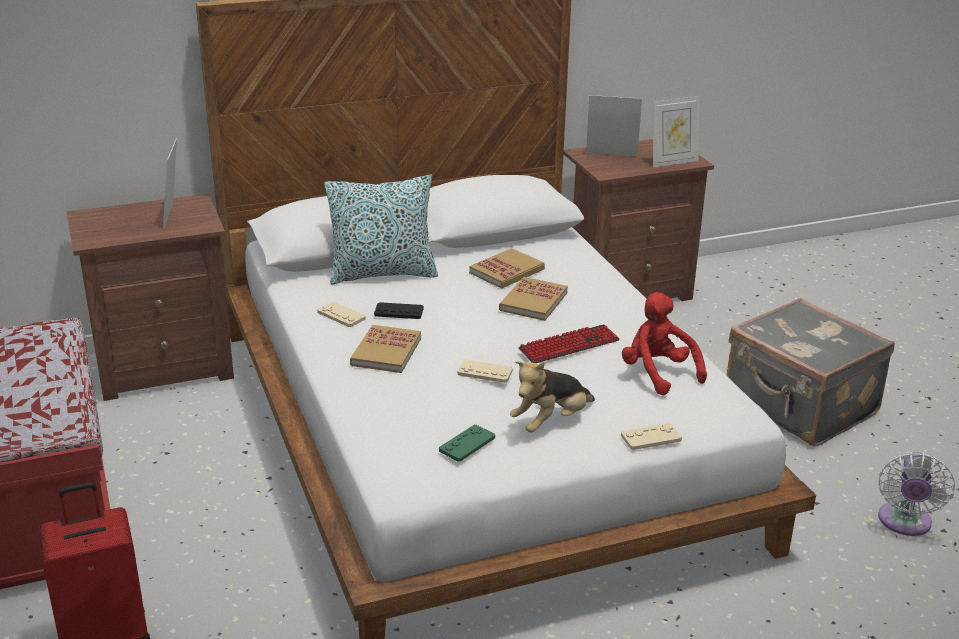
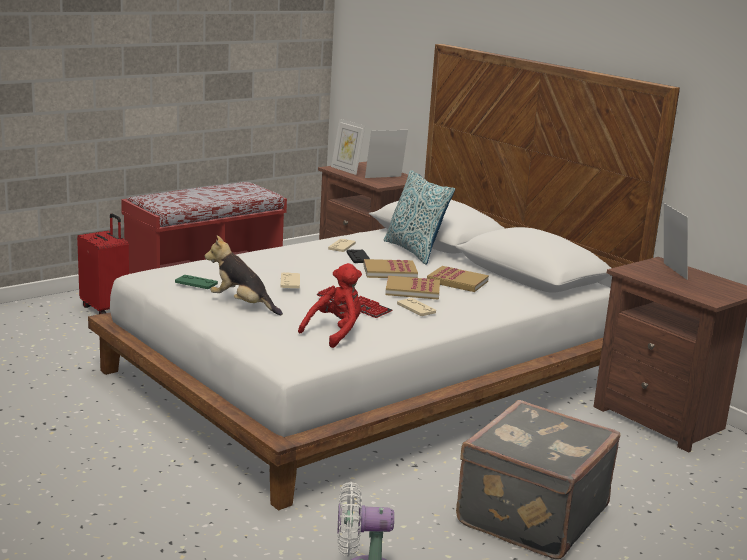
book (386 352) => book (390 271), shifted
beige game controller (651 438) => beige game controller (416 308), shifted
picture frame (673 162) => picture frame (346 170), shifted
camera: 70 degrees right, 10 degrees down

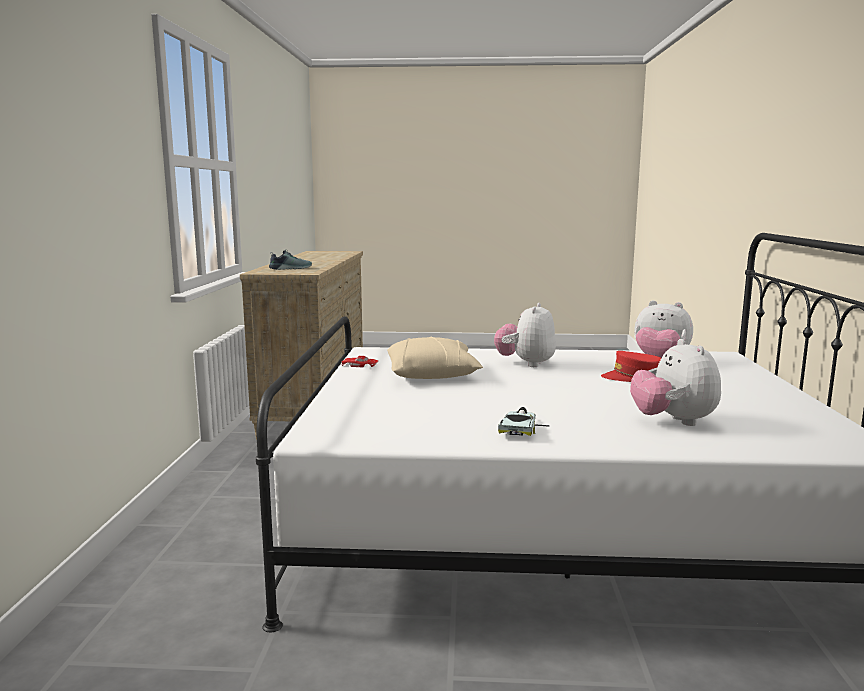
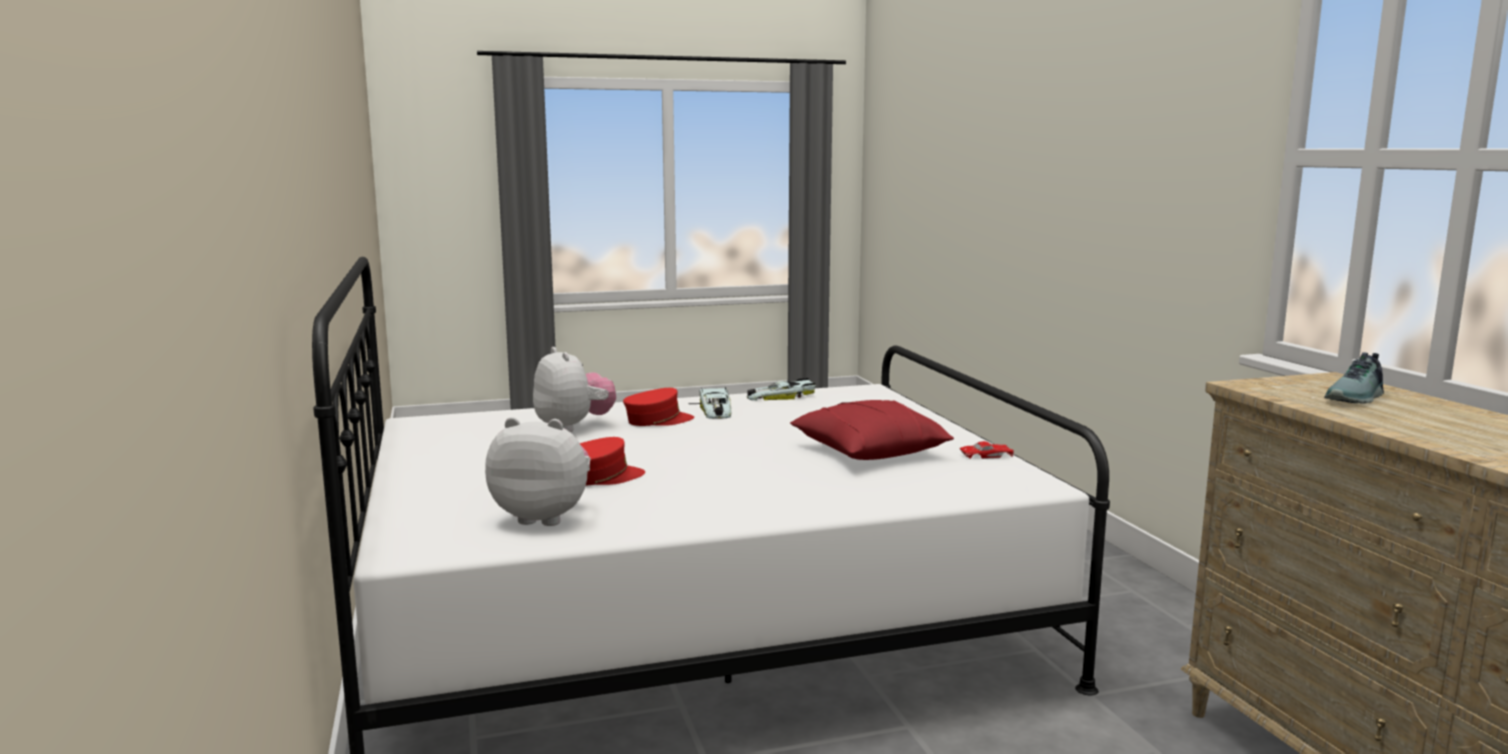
plush toy (526 364) => nothing
nothing => red cap (658 420)
nothing => toy car (780 396)
beige pillow (432 374) => red pillow (868 452)
camera: 160 degrees right, 0 degrees up

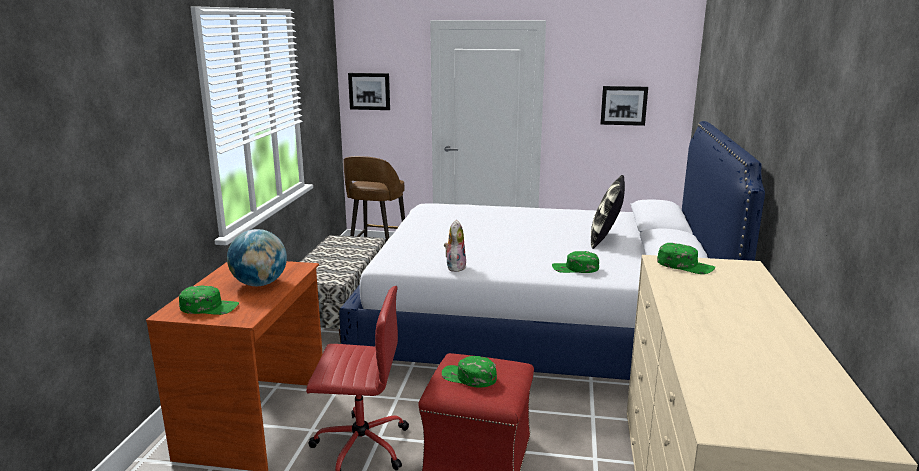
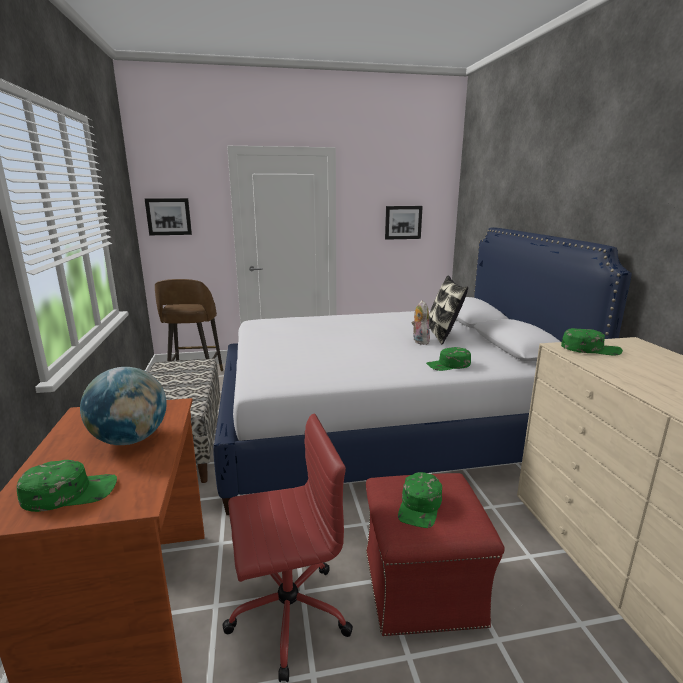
plush toy (455 267) => plush toy (419 341), shifted
green cap (468 377) => green cap (420 506), 75 degrees counterclockwise
camera: 20 degrees left, 0 degrees up

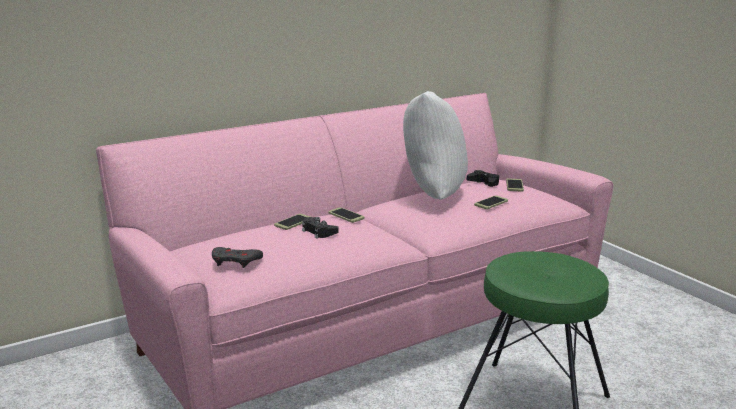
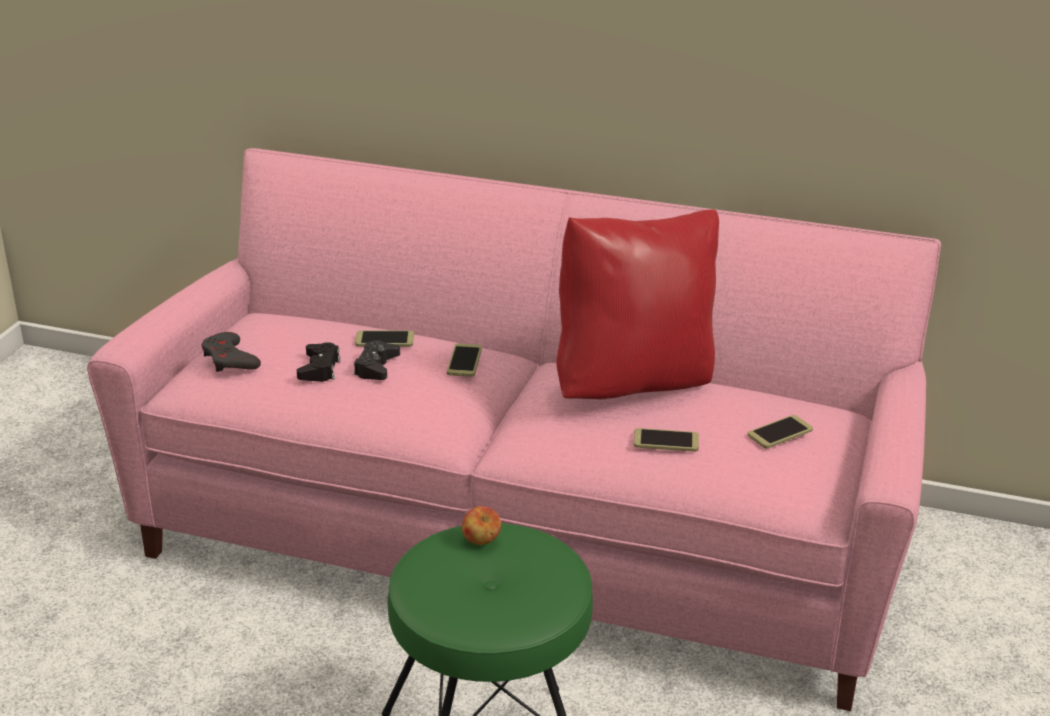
nothing => apple (481 541)
black game controller (484 183) => black game controller (319 369), shifted
white pillow (431 194) => red pillow (634 385)
camera: 50 degrees right, 10 degrees up

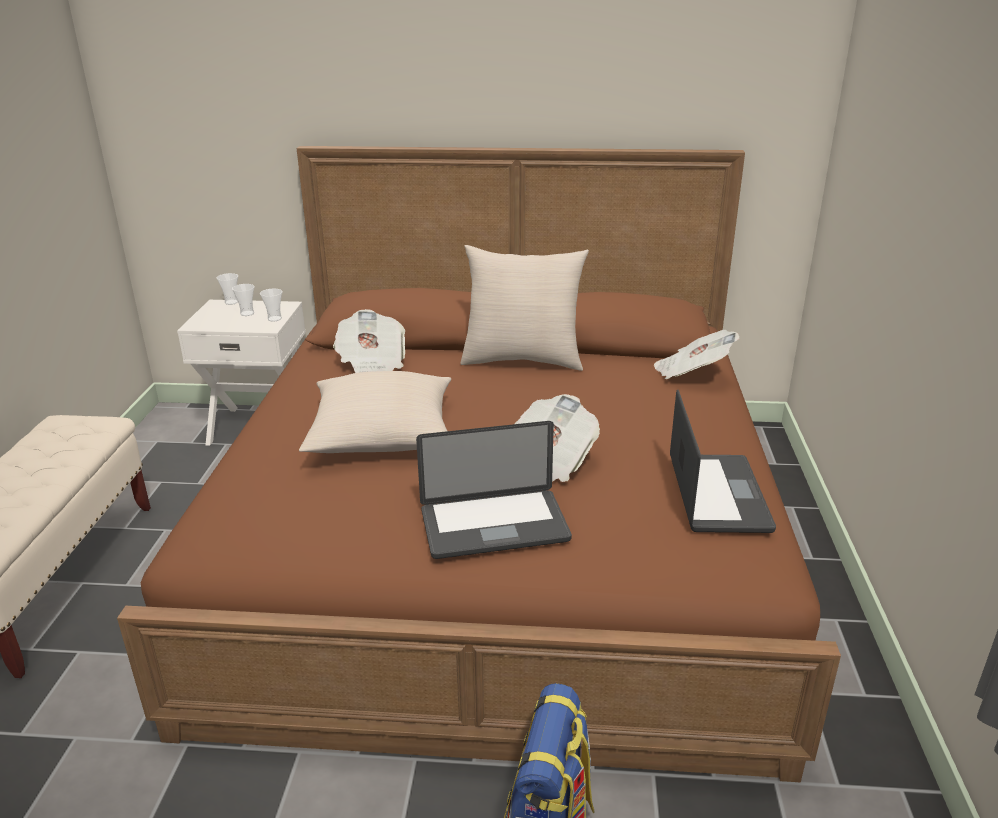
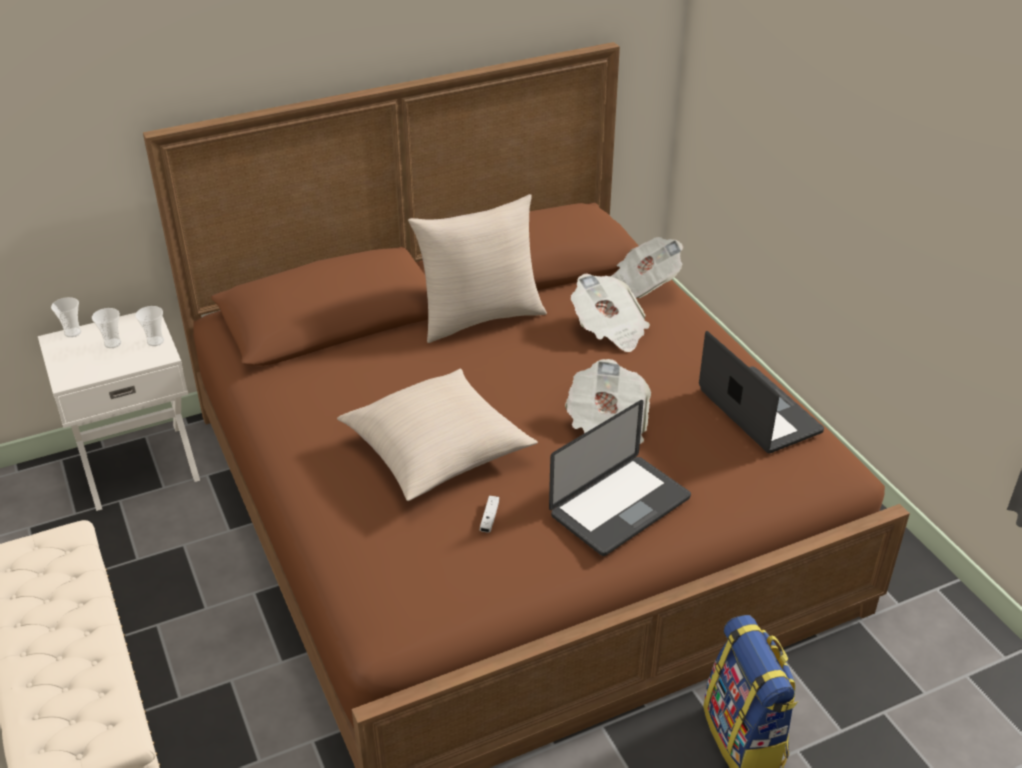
nothing => white game controller (489 518)
newspaper (371 363) => newspaper (609 330), shifted
camera: 30 degrees left, 10 degrees up

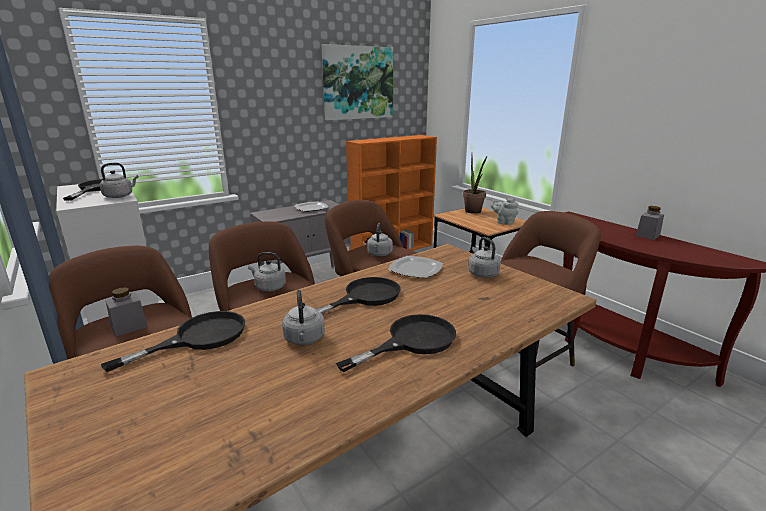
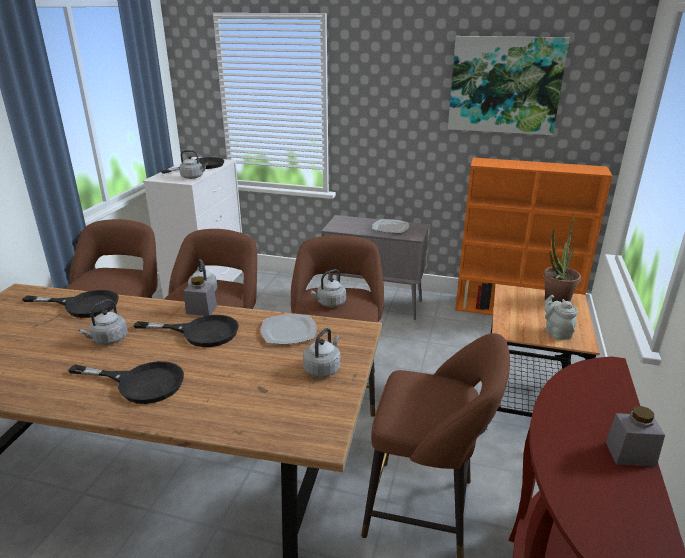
grey jar (129 327) => grey jar (201 310), shifted
camera: 50 degrees right, 5 degrees up

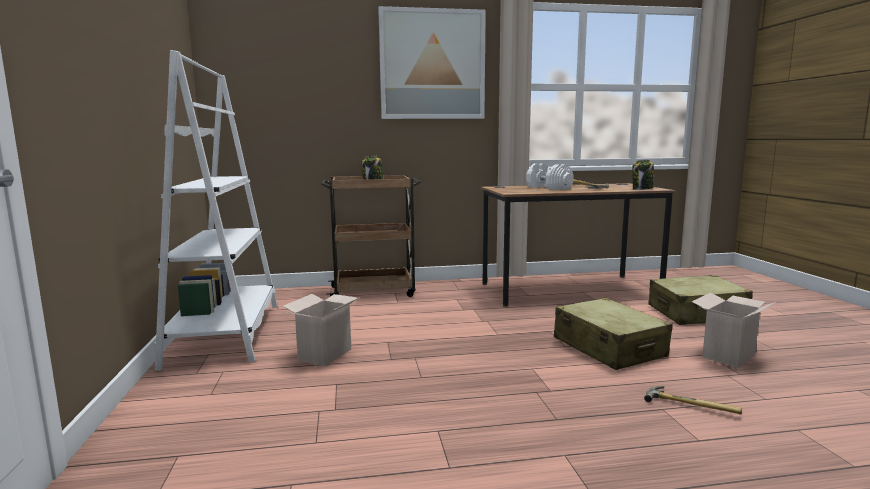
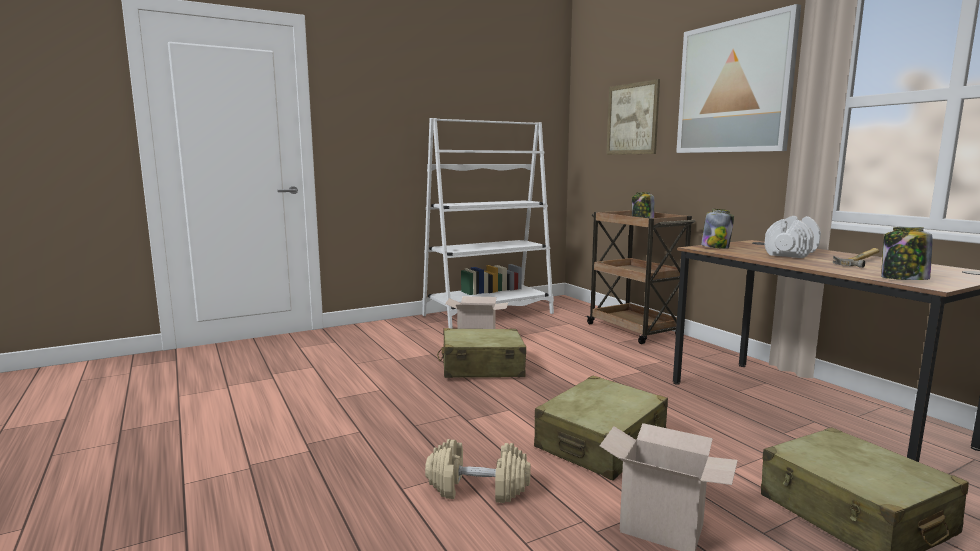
nothing => beige suitcase (481 368)
nothing => picture (632 119)
nothing => jar (715 247)
hammer (691 404) => beige dumbbell (477 489)
camera: 70 degrees right, 0 degrees up

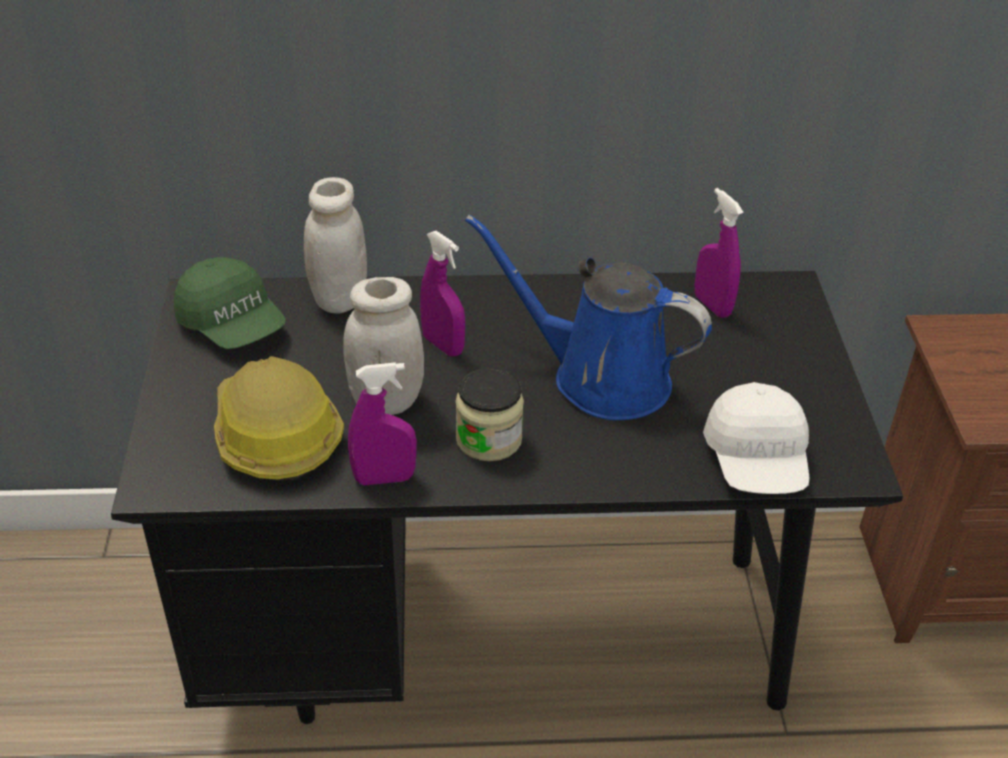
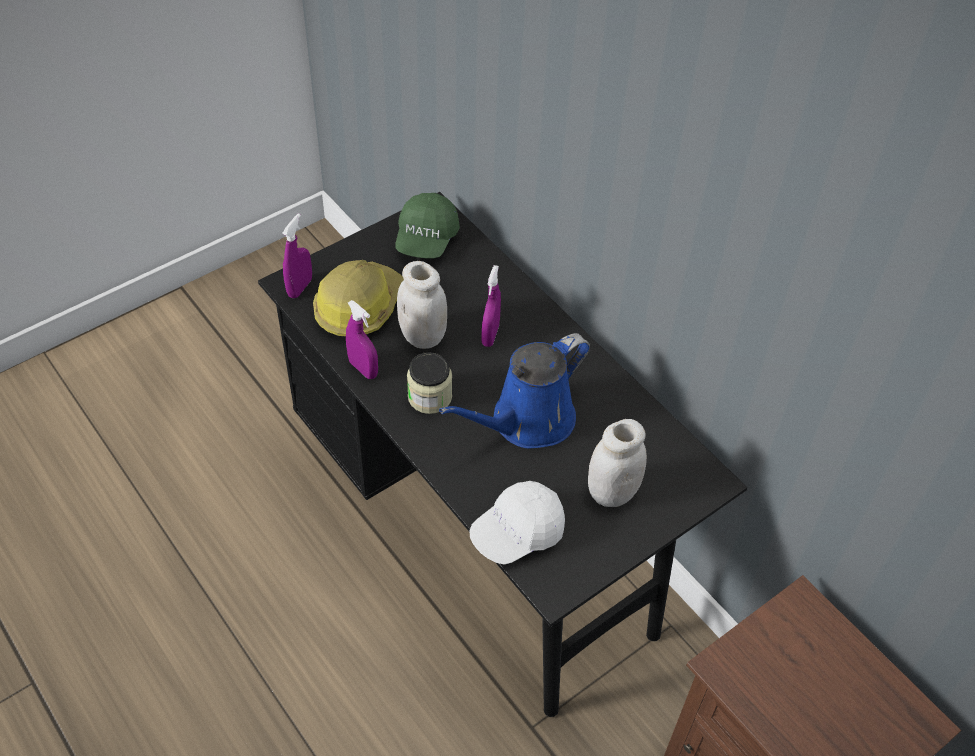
white jar (339 299) => white jar (611 492), shifted
purple spray bottle (712 305) => purple spray bottle (300 287), shifted
blue watering can (599 377) => blue watering can (526 421), 120 degrees counterclockwise
camera: 55 degrees right, 10 degrees up

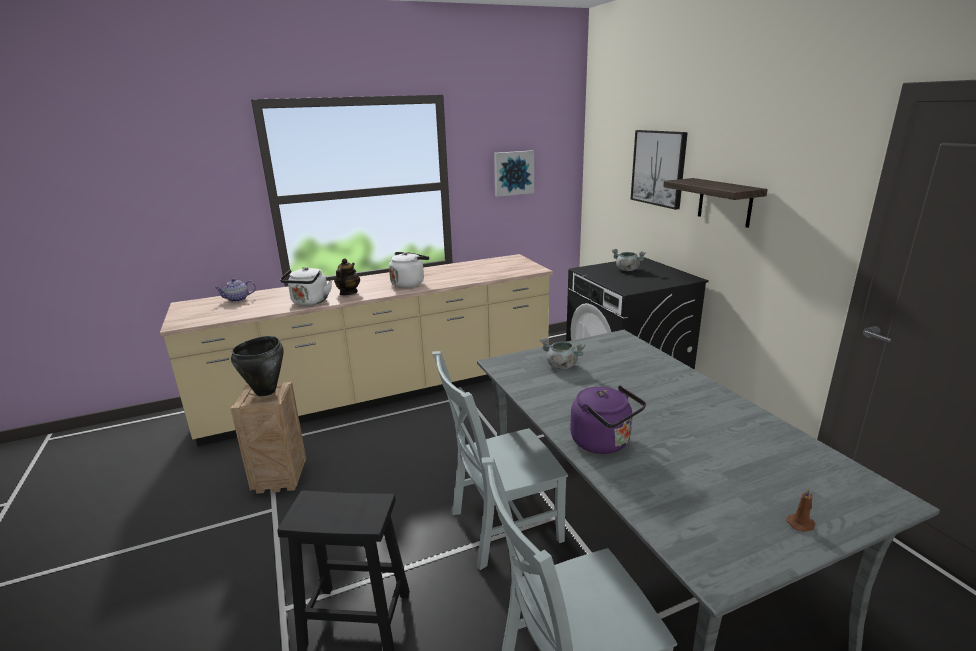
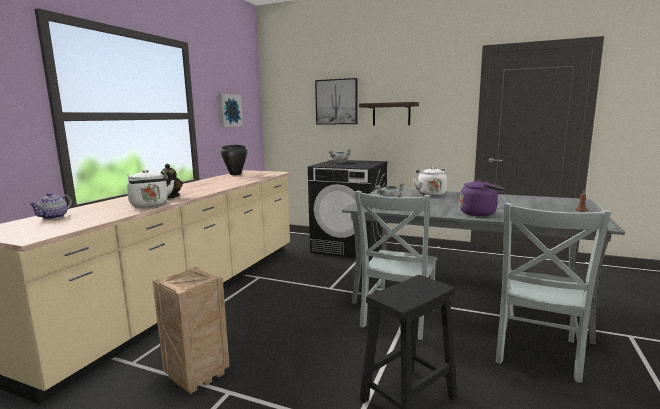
black cooking pot (266 391) => black cooking pot (235 174), shifted
white kettle (409 283) => white kettle (430 194), shifted
camera: 45 degrees left, 10 degrees down

